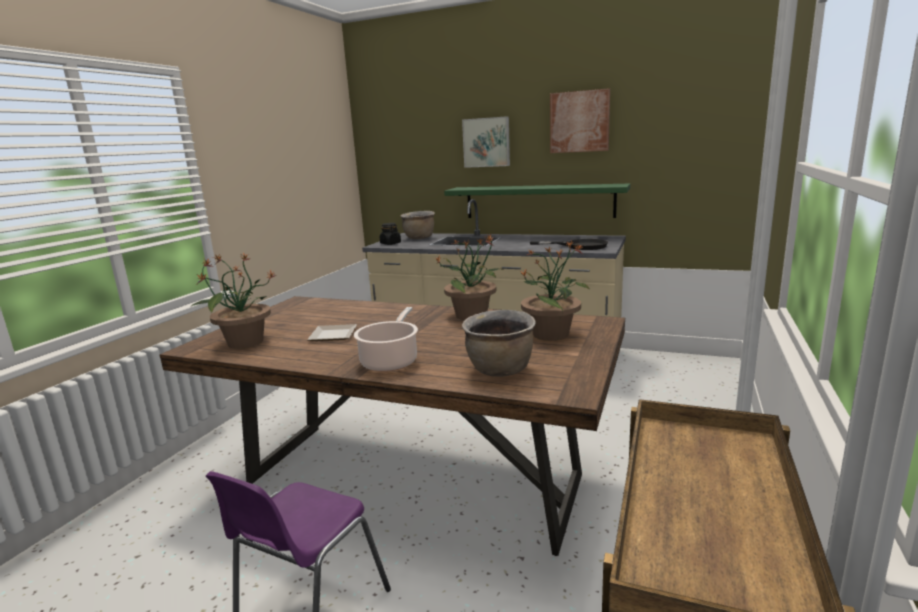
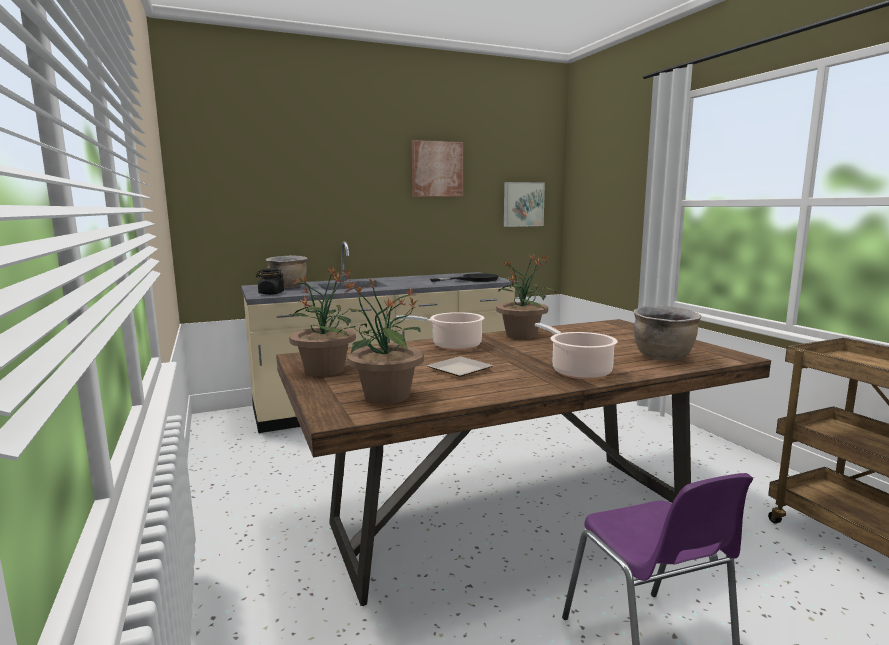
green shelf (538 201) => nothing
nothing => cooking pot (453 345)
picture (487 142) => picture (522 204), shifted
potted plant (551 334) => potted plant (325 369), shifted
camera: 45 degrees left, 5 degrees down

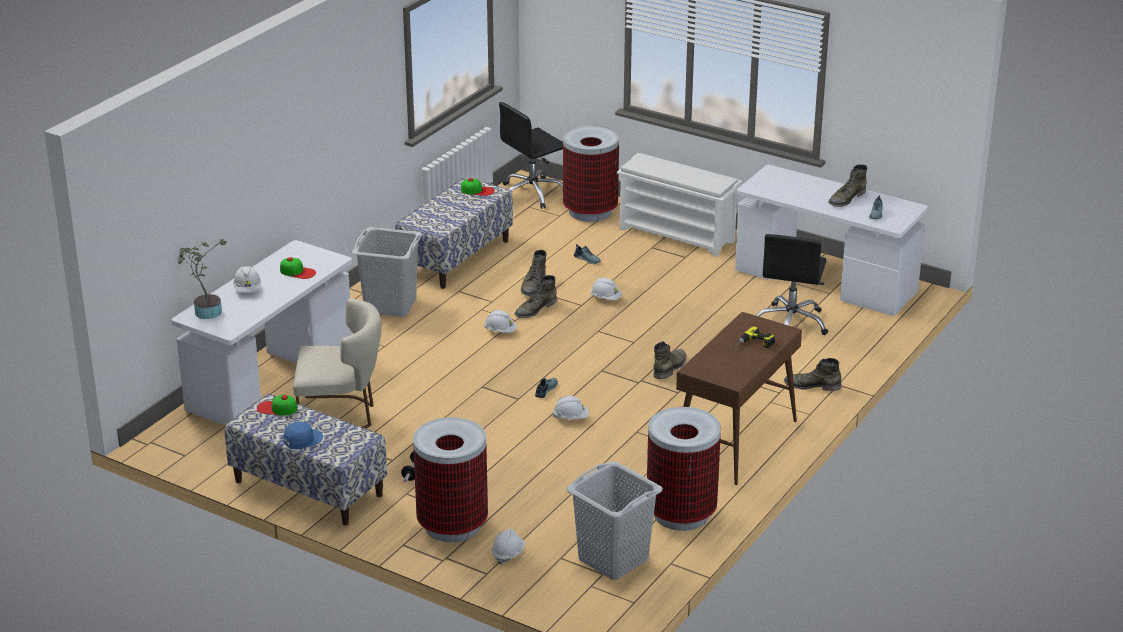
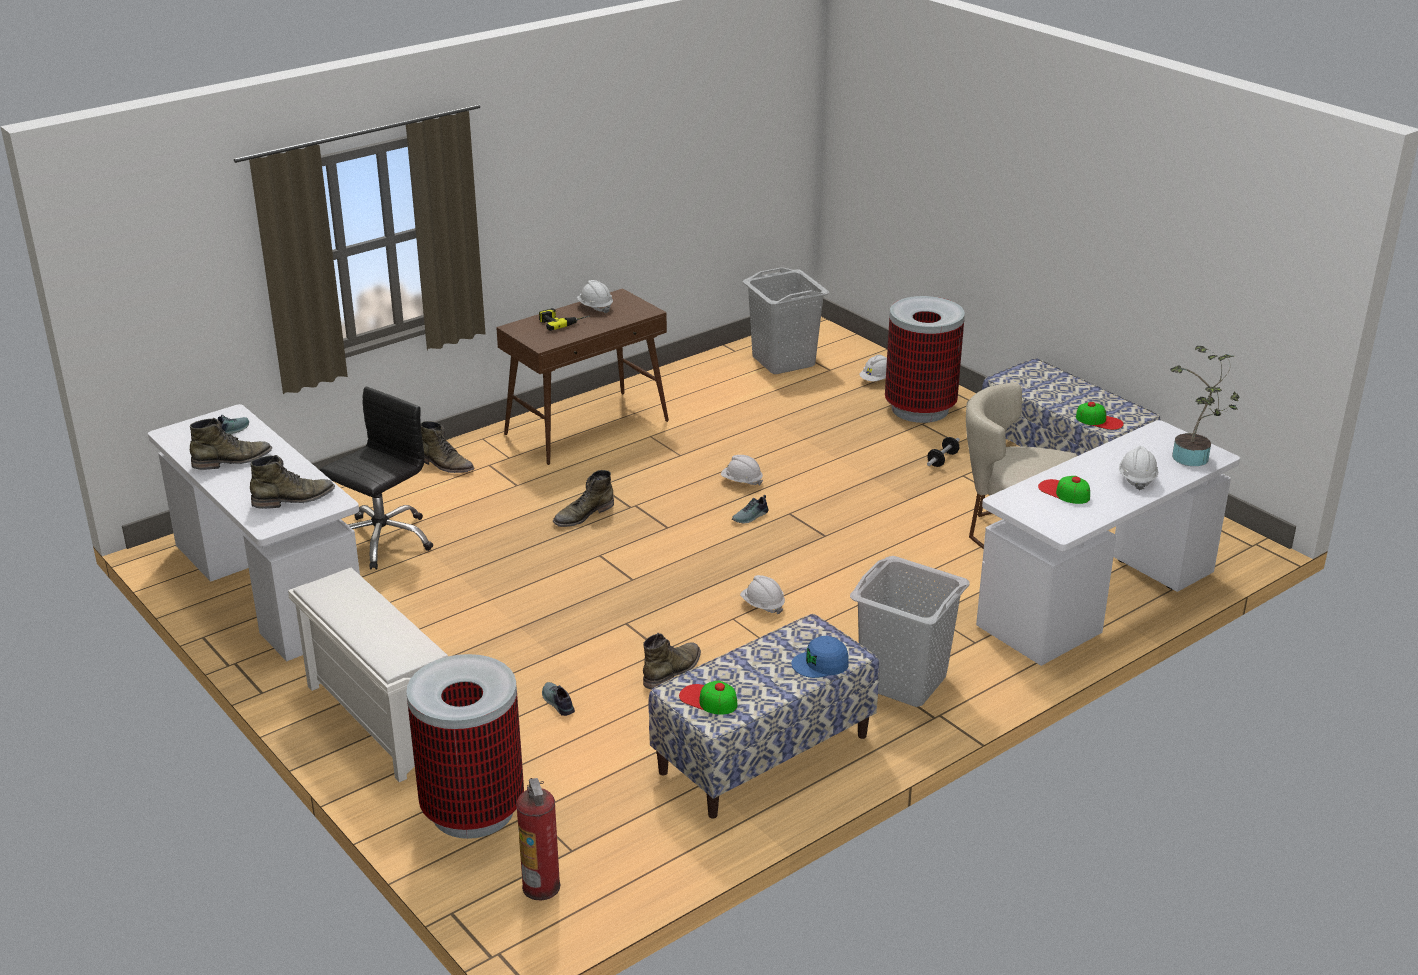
trash can (681 514) => nothing
blue cap (302 439) => blue cap (821 664), shifted
green boot (535 309) => green boot (294 499), shifted
white hard hat (605 298) => white hard hat (595 307), shifted
black office chair (532 193) => fire extinguisher (542 887)
camera: 160 degrees left, 0 degrees up

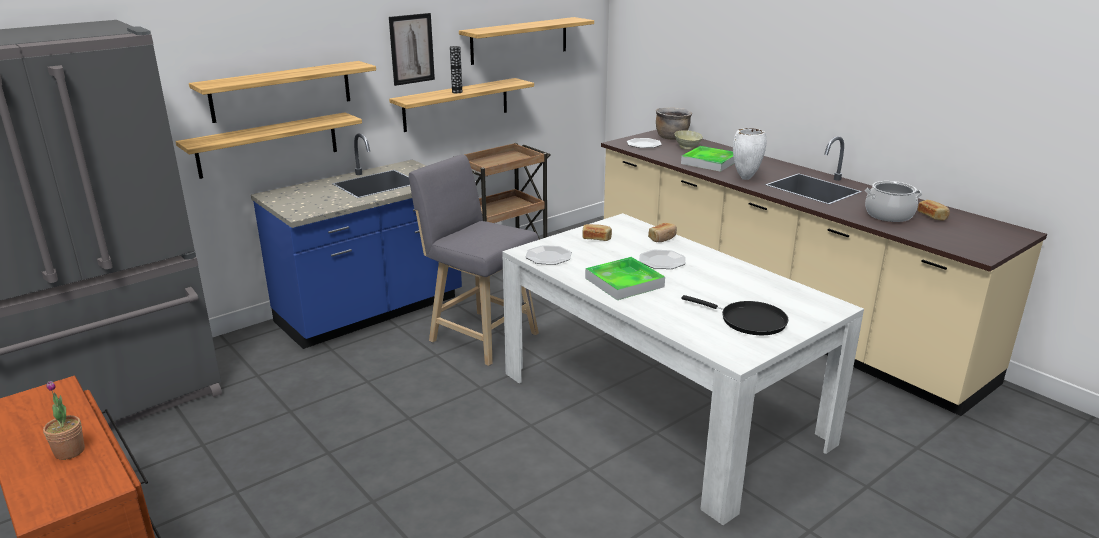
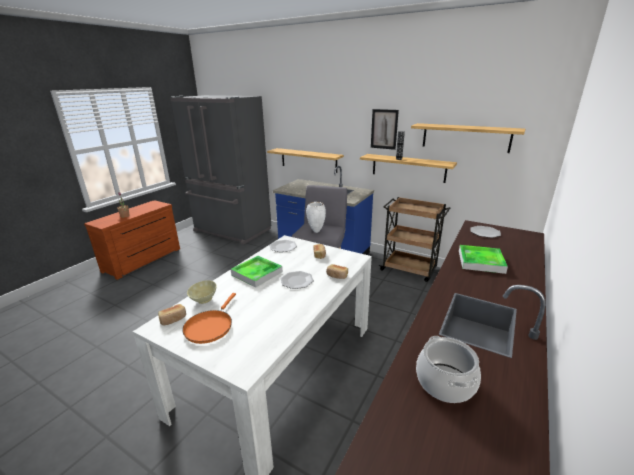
shelf (281 91) => nothing
brown cooking pot (671 137) => nothing
beige bowl (687 148) => beige bowl (203 300), shifted
white vase (745 179) => white vase (316 231), shifted
bread (932 216) => bread (173 319), shifted
black frying pan (748 321) => orange frying pan (210 326)
camera: 70 degrees right, 0 degrees up

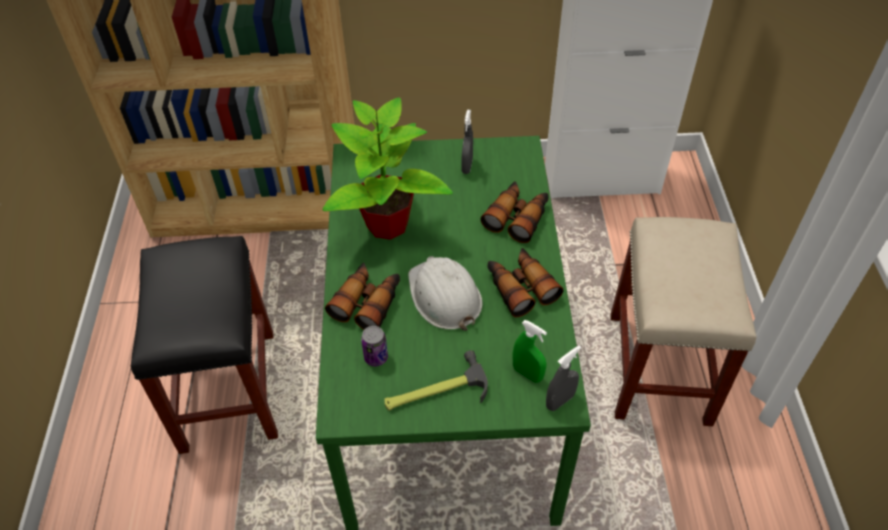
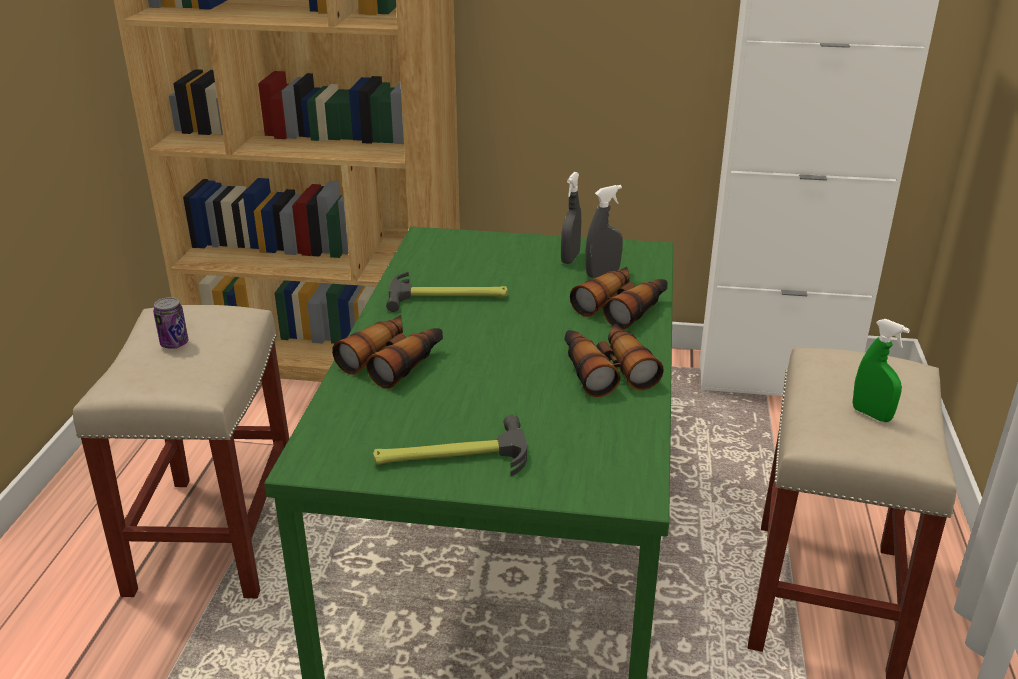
white hard hat (444 296) => nothing
can (376 357) => can (174 343), shifted
green spray bottle (527 373) => green spray bottle (871 414), shifted
grey spray bottle (560 401) => grey spray bottle (602 273), shifted
potted plant (387 225) => hammer (448 297)
black stool (228 388) => beige stool (214 534)
camera: 10 degrees right, 20 degrees down

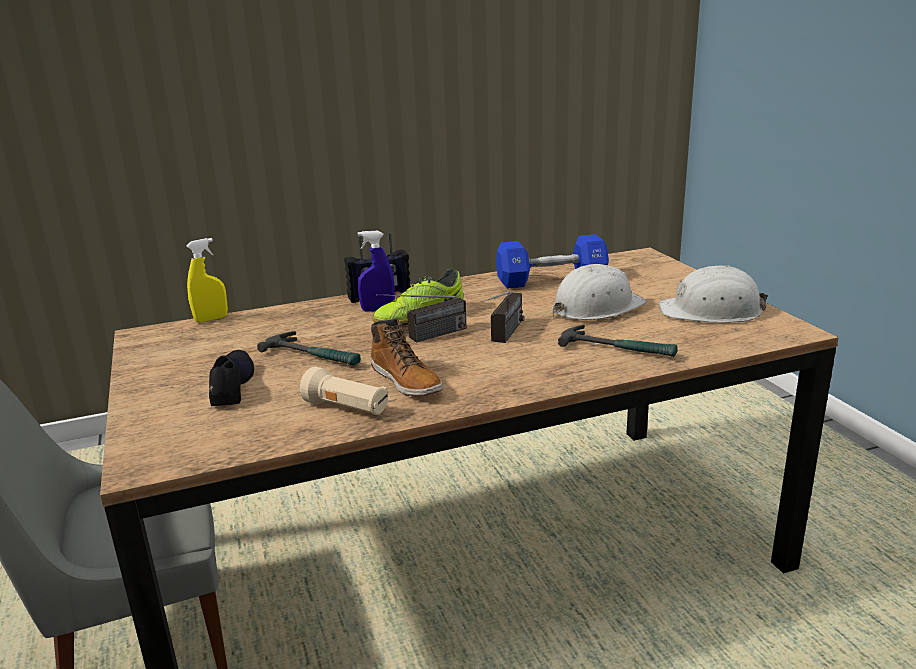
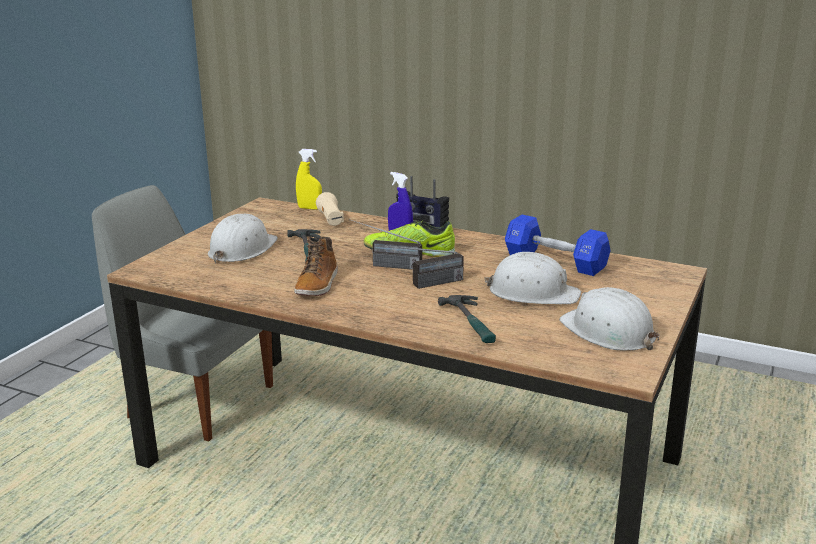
beige flashlight (347 409) => beige flashlight (330 220), shifted
black shoe (231 386) => white hard hat (242 249)
camera: 45 degrees right, 0 degrees up

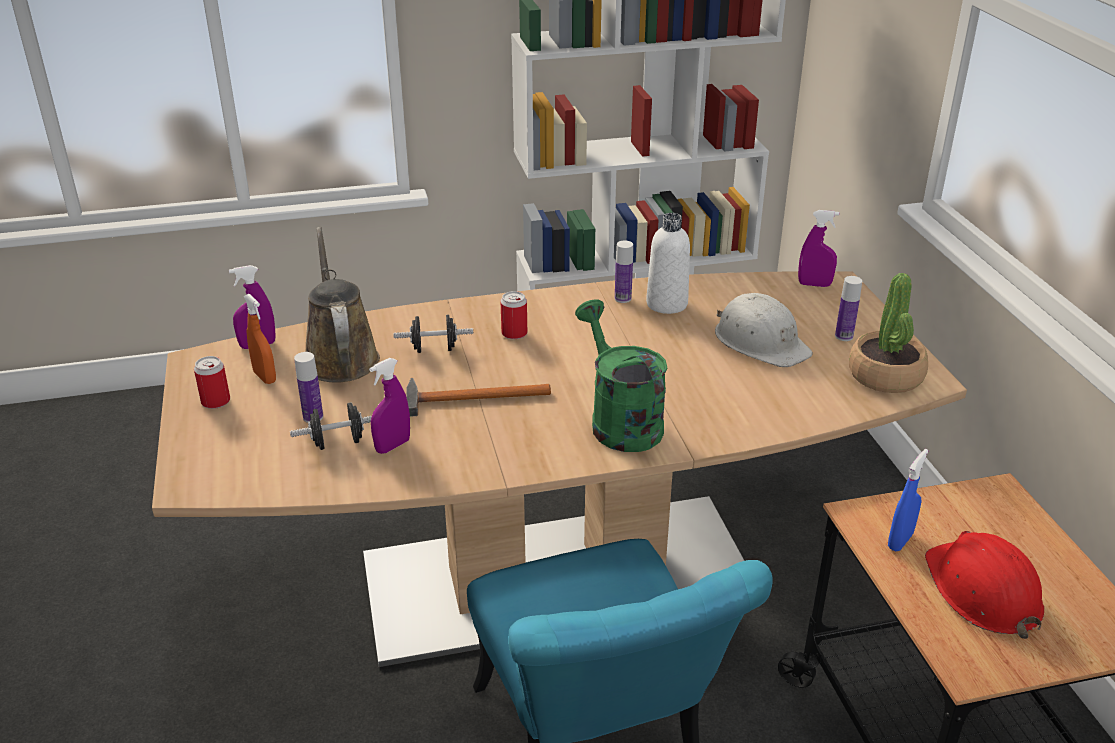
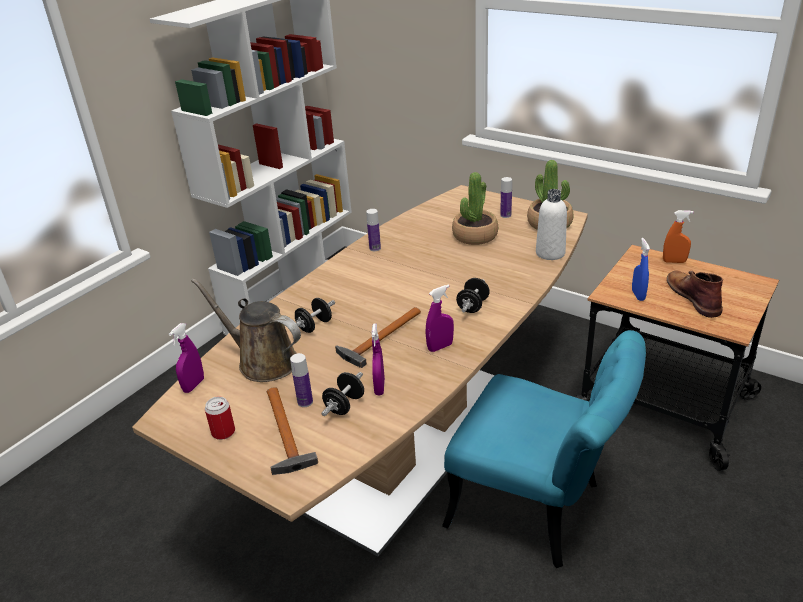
can (514 333) => nothing
nothing => hammer (284 434)
orange spray bottle (265 377) => orange spray bottle (674 261), shifted
white bottle (666 304) => white bottle (550 253), shifted
purple spray bottle (814 284) => purple spray bottle (440 347), shifted
green watering can (620 420) => black dumbbell (473 306)
white hard hat (760 342) => potted plant (475 235)
red hard hat (982 591) => brown boot (693 296)
camera: 40 degrees left, 0 degrees up

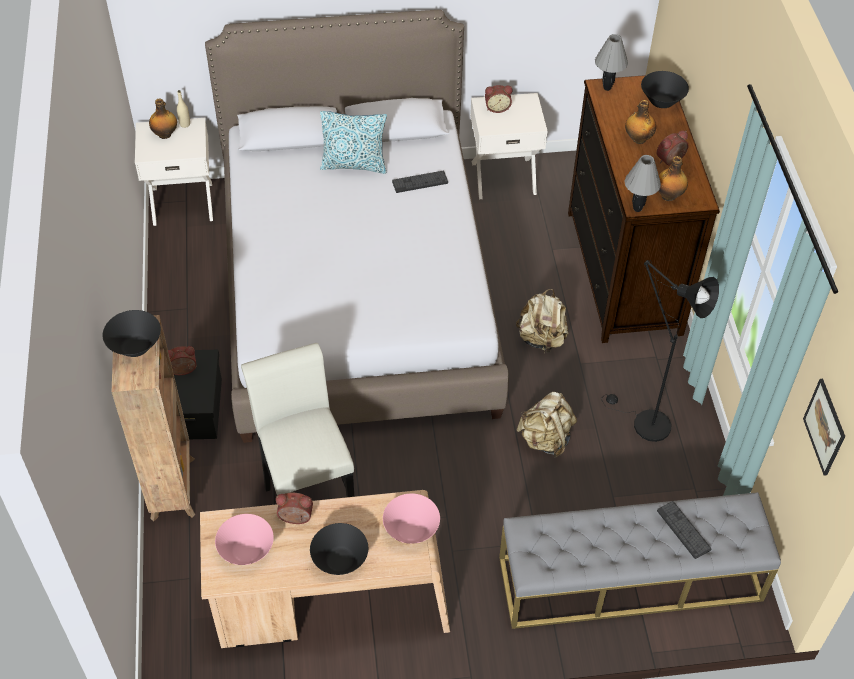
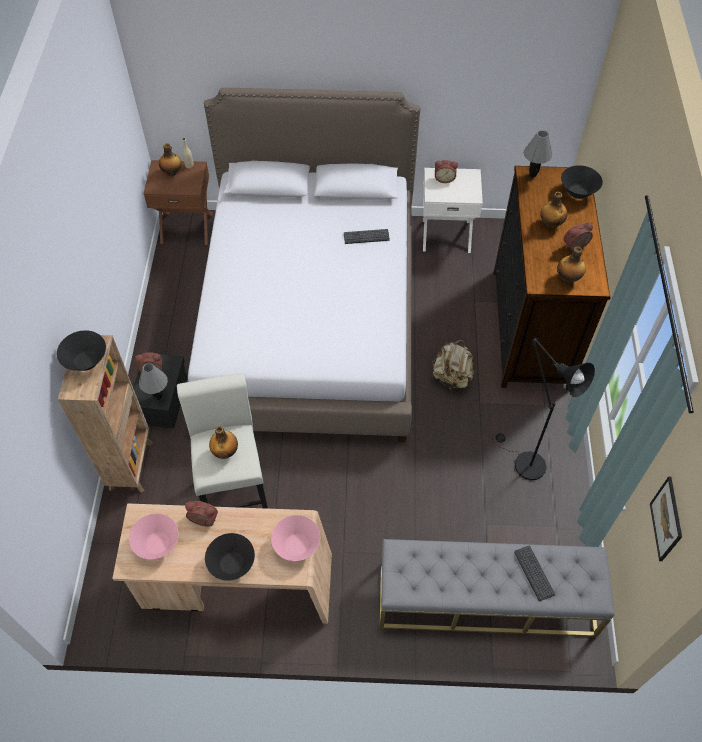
pillow (354 165) => nothing
beige backpack (545 439) => nothing
nothing => bottle (225 452)
grey table lamp (637 208) => grey table lamp (158 397), shifted
white nightstand (183 202) => brown nightstand (187 227)
camera: 10 degrees right, 5 degrees up

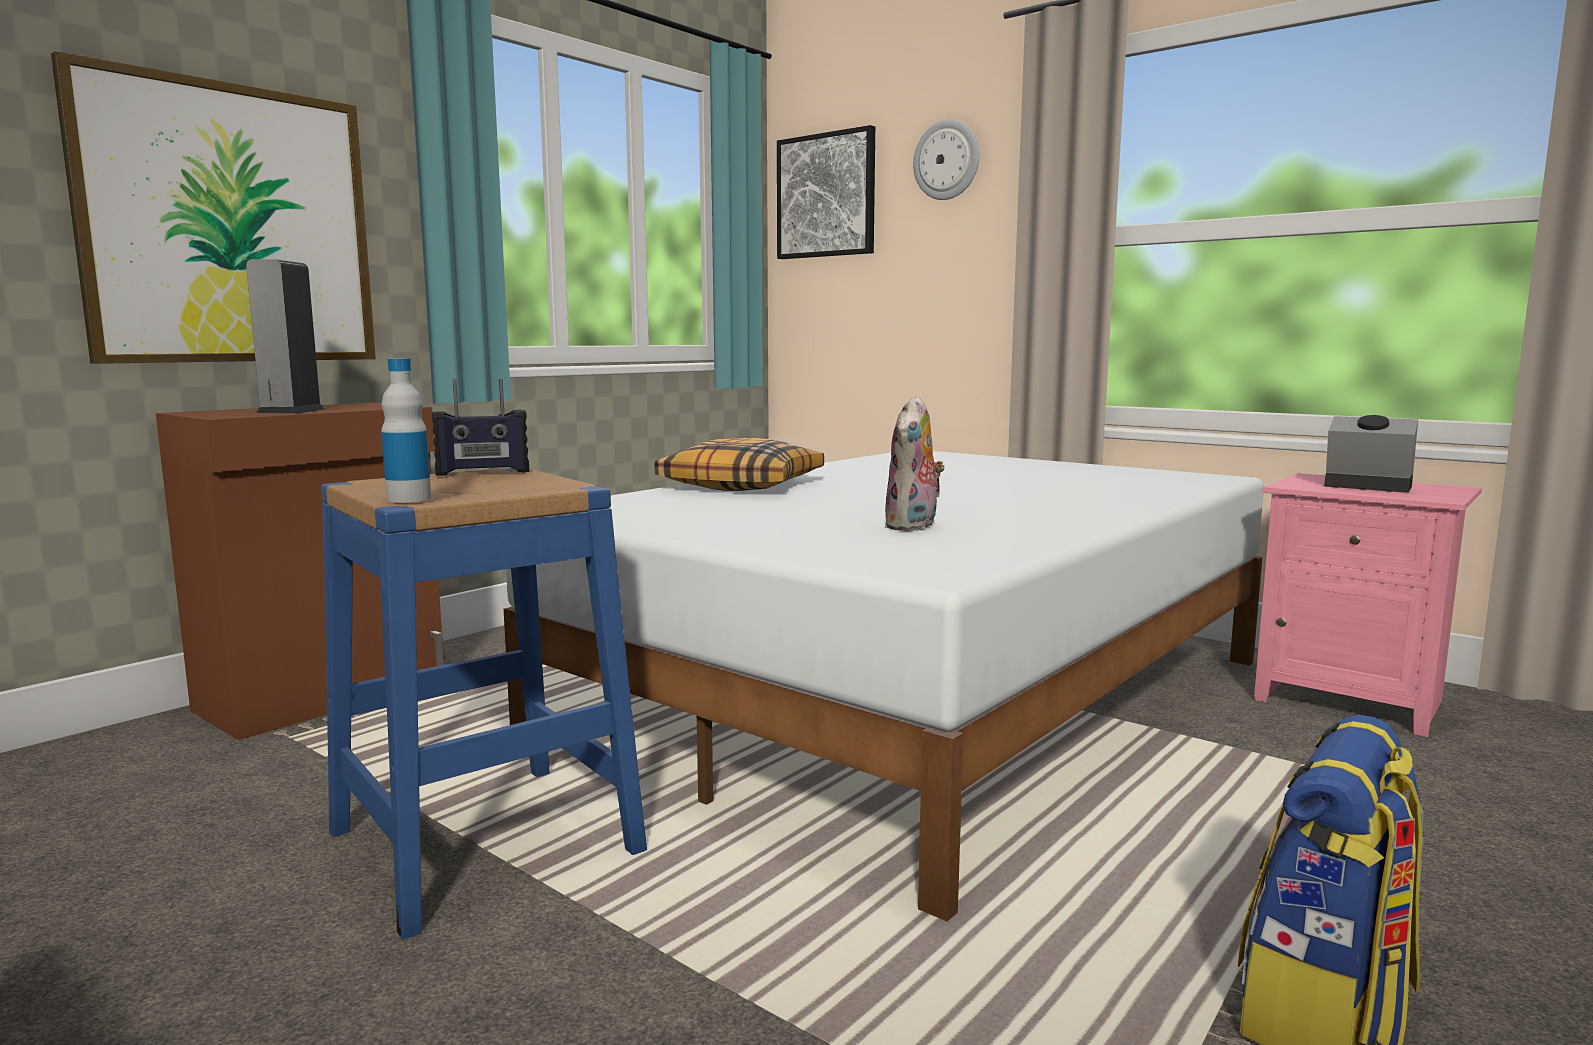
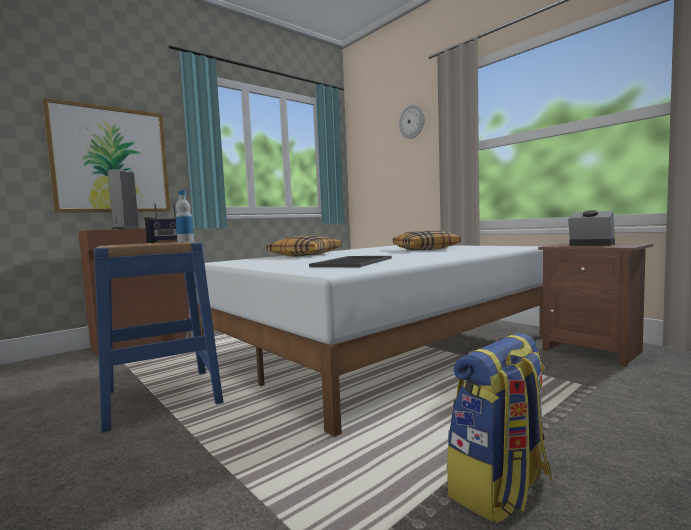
picture (826 196) => nothing
nothing => pillow (425 249)
bottle (409 499) => bottle (185 241), shifted
plush toy (913 526) => tray (352 262)
pink nightstand (1350 700) => brown nightstand (593 350)
camera: 10 degrees right, 5 degrees down

